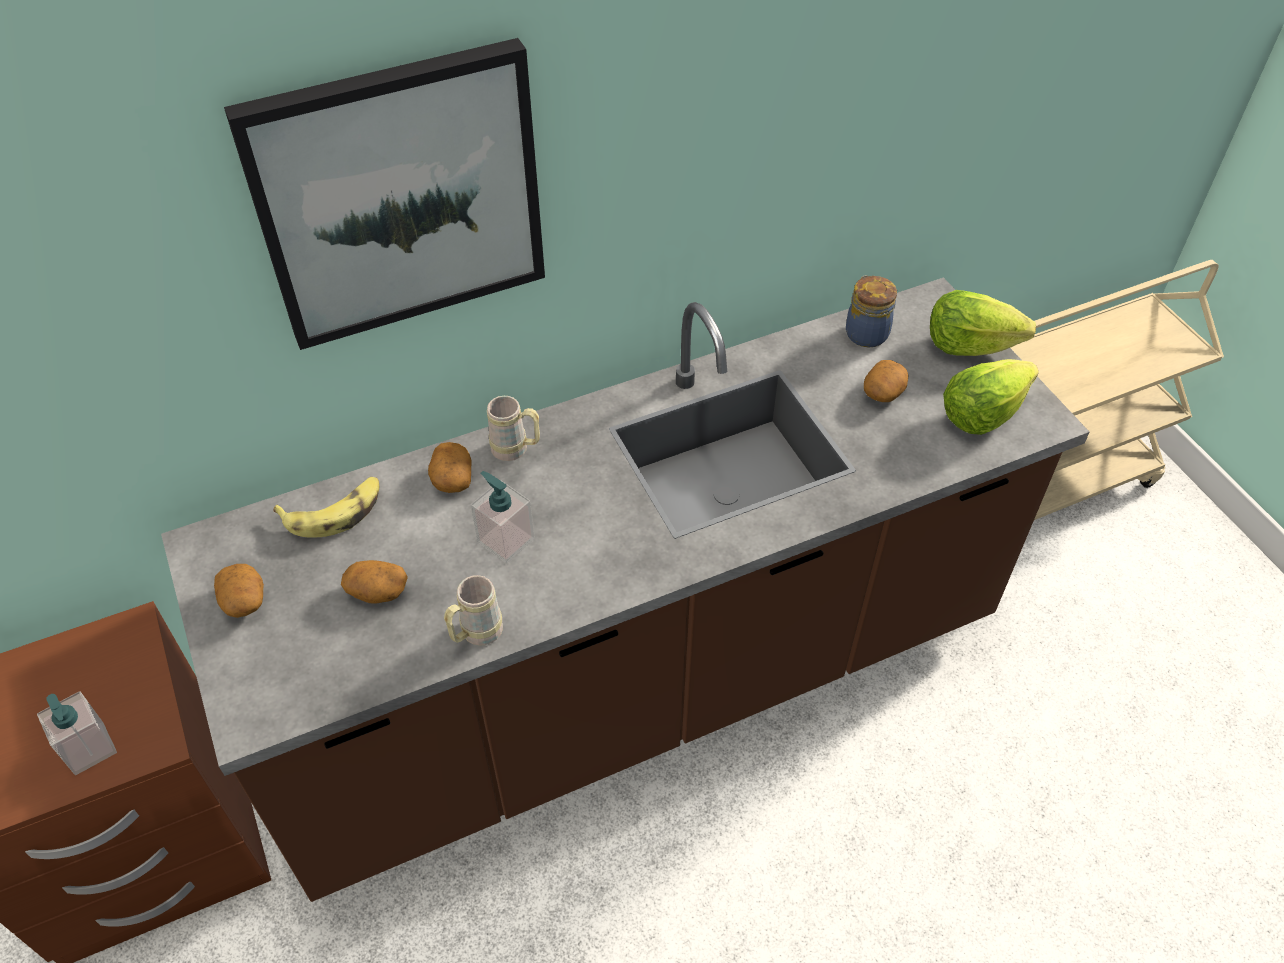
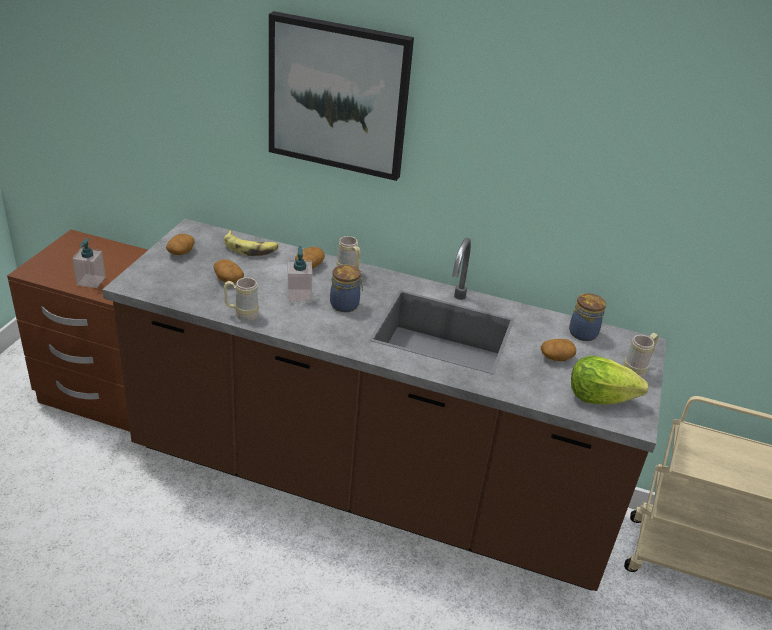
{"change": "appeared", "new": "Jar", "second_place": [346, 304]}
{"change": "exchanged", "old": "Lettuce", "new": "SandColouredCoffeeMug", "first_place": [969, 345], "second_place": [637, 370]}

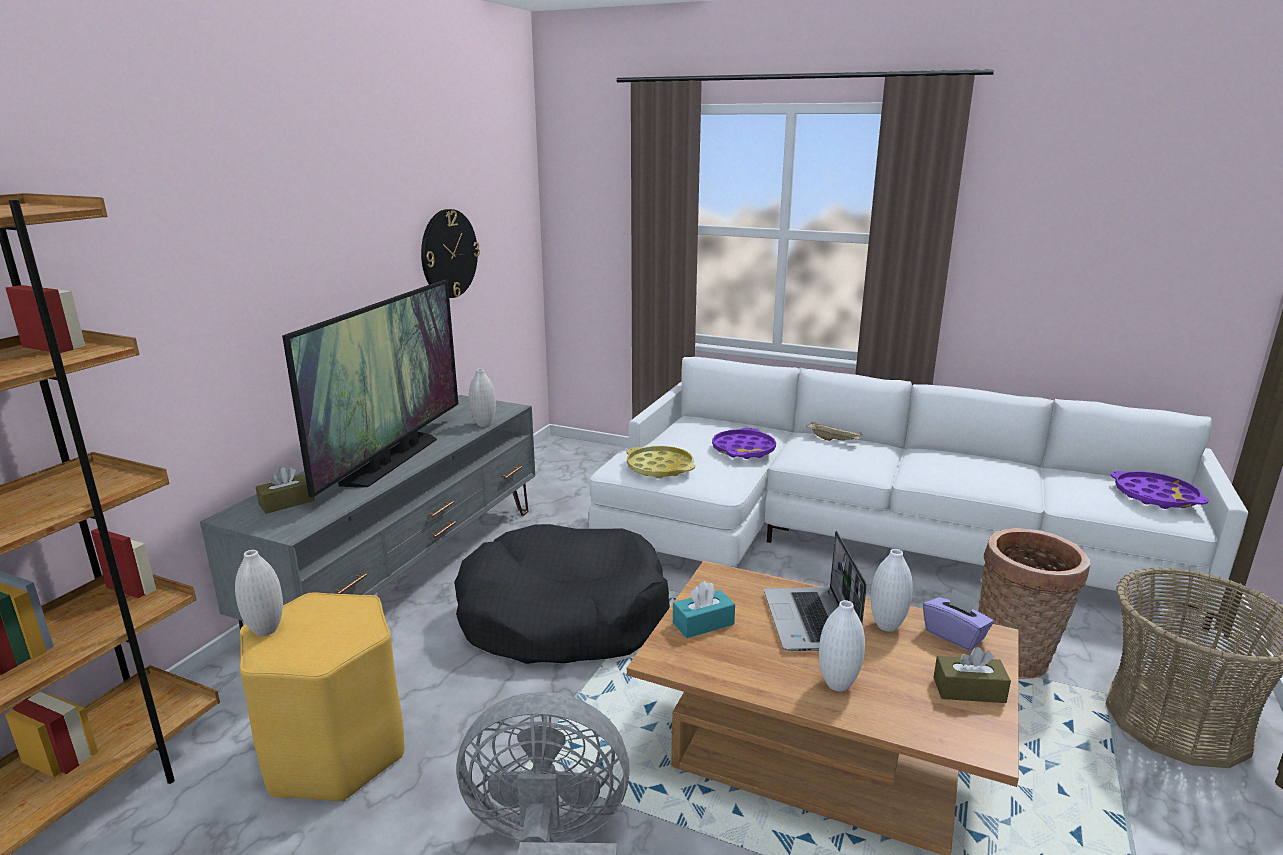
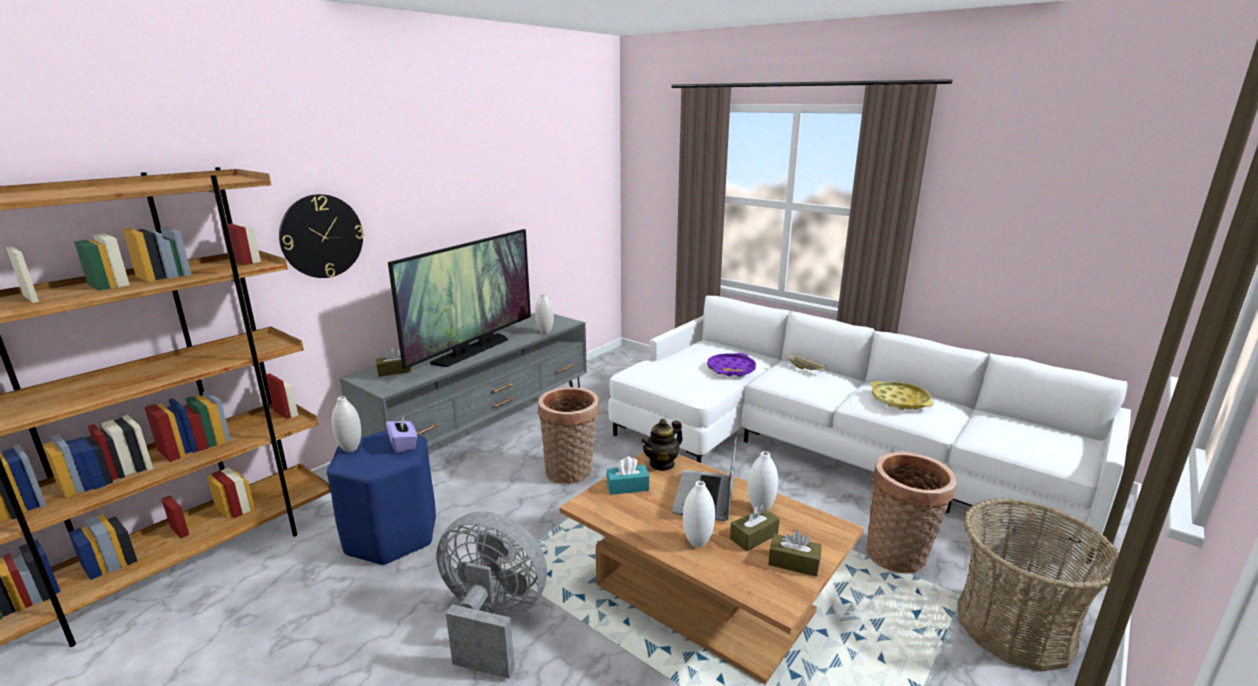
{"change": "relocated", "old": "HangingClock", "first_place": [449, 254], "second_place": [322, 236]}
{"change": "colour", "old": "YellowStool", "new": "BlueStool", "first_place": [335, 751], "second_place": [392, 535]}
{"change": "relocated", "old": "PurplishTissueBox", "first_place": [954, 635], "second_place": [403, 444]}
{"change": "exchanged", "old": "BlackishDogBed", "new": "HouseholdBasket", "first_place": [563, 616], "second_place": [571, 473]}
{"change": "appeared", "new": "Teapot", "second_place": [662, 464]}
{"change": "appeared", "new": "BrownTissueBox", "second_place": [754, 536]}
{"change": "relocated", "old": "YellowCarryingTray", "first_place": [660, 467], "second_place": [899, 400]}
{"change": "missing", "old": "PurplishCarryingTray", "first_place": [1155, 496]}

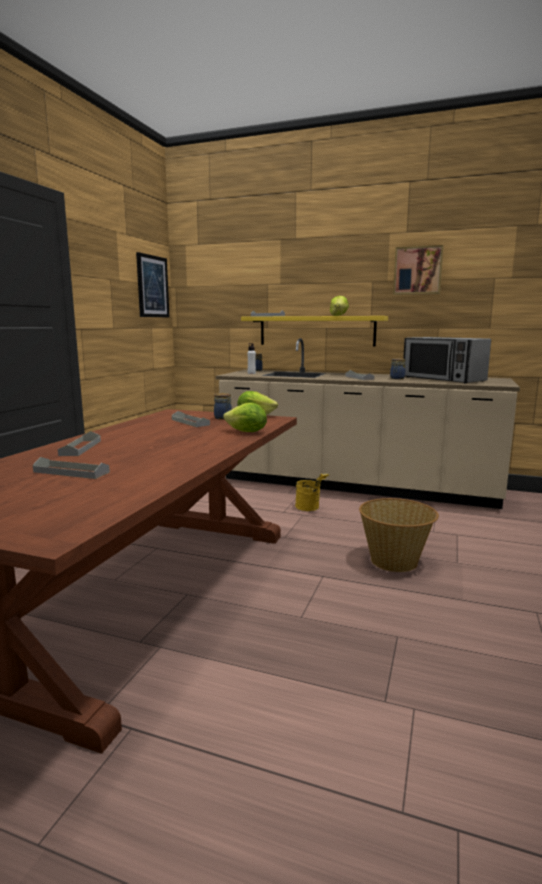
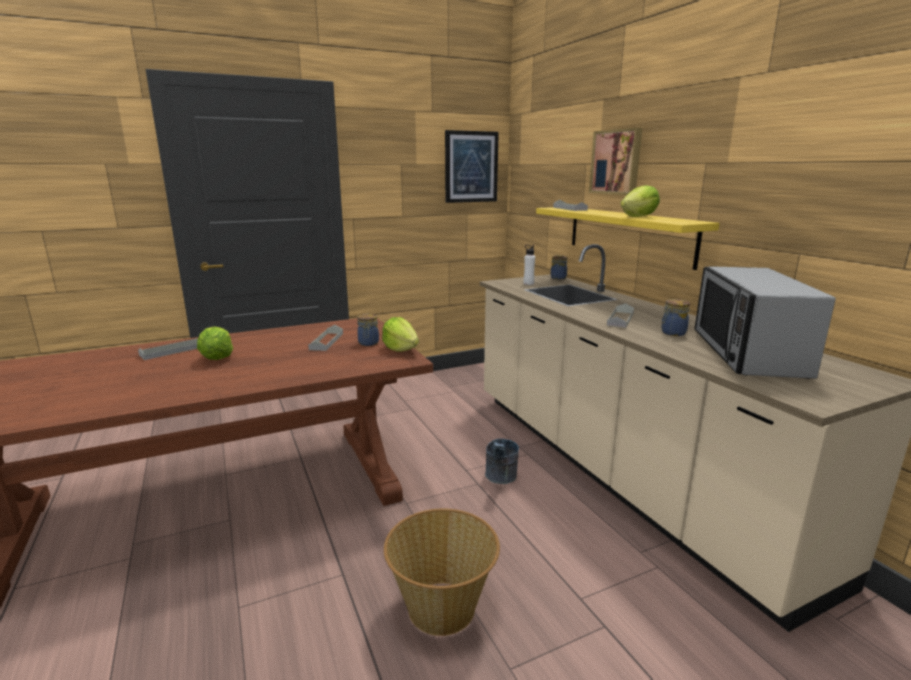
{"change": "relocated", "old": "Lettuce", "first_place": [246, 432], "second_place": [217, 358]}
{"change": "colour", "old": "YellowBucket", "new": "GreyishBucket", "first_place": [310, 508], "second_place": [500, 479]}
{"change": "relocated", "old": "Picture", "first_place": [417, 270], "second_place": [616, 162]}
{"change": "missing", "old": "GreyishCarryingTray", "first_place": [71, 472]}

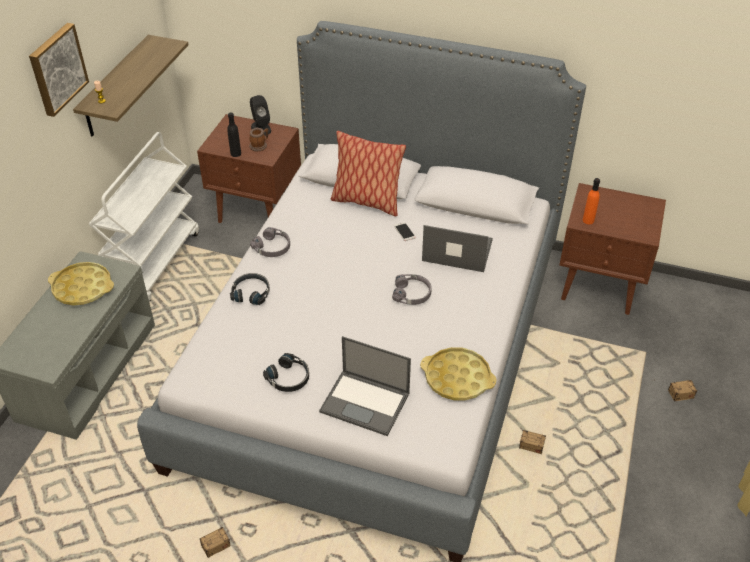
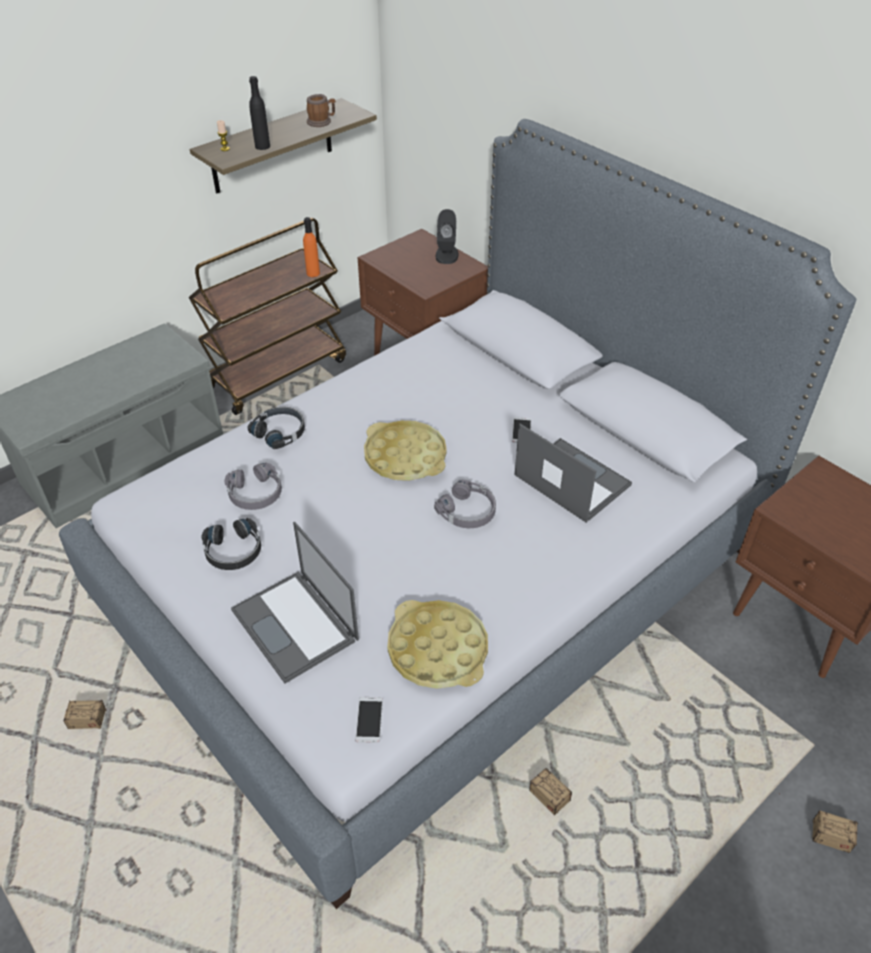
{"change": "colour", "old": "WhiteColouredWheeledCart", "new": "BrownWheeledCart", "first_place": [154, 261], "second_place": [277, 373]}
{"change": "relocated", "old": "GreyishHeadset", "first_place": [272, 247], "second_place": [255, 493]}
{"change": "relocated", "old": "BlackishBeverageBottle", "first_place": [235, 153], "second_place": [262, 146]}
{"change": "relocated", "old": "OrangeyBeverageBottle", "first_place": [588, 220], "second_place": [313, 273]}
{"change": "relocated", "old": "CoffeeMug", "first_place": [260, 145], "second_place": [322, 122]}
{"change": "appeared", "new": "Telephone", "second_place": [369, 719]}
{"change": "relocated", "old": "YellowCarryingTray", "first_place": [82, 288], "second_place": [405, 457]}
{"change": "missing", "old": "Picture", "first_place": [57, 69]}
{"change": "missing", "old": "Pillow", "first_place": [366, 202]}

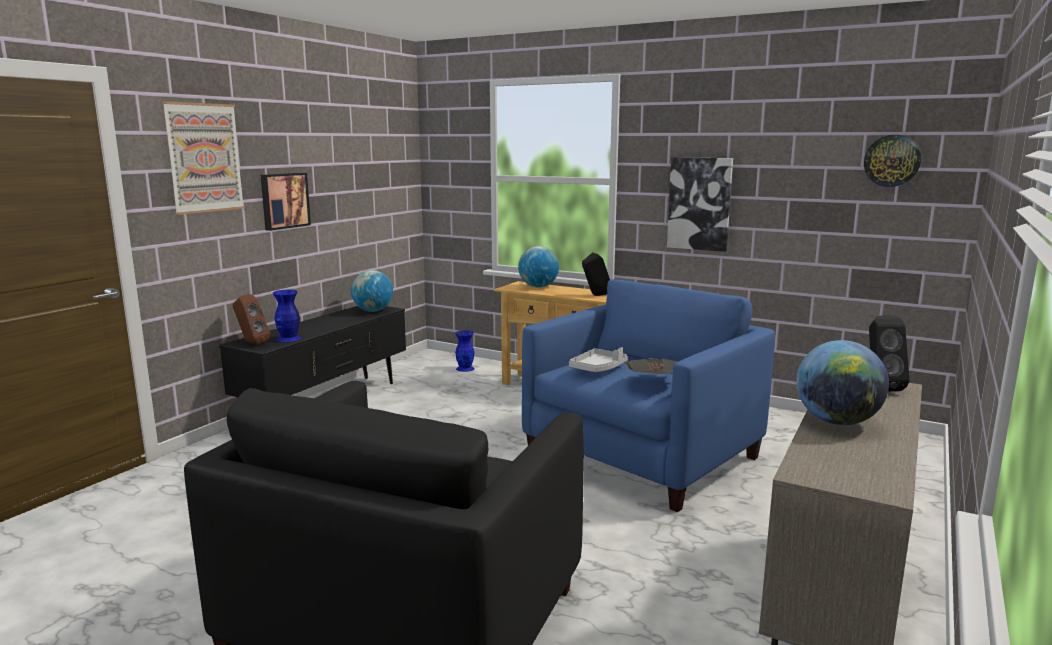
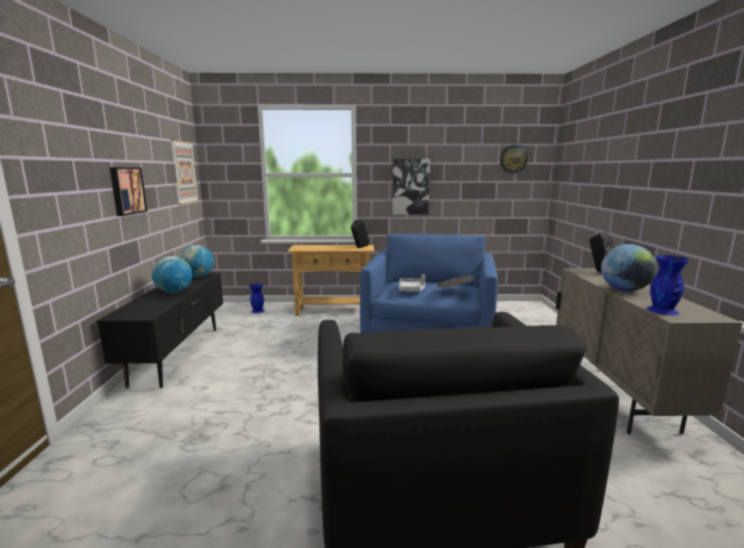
{"change": "relocated", "old": "DeskGlobe", "first_place": [538, 287], "second_place": [174, 292]}
{"change": "relocated", "old": "Picture", "first_place": [204, 158], "second_place": [184, 172]}
{"change": "relocated", "old": "BlueVase", "first_place": [288, 338], "second_place": [663, 310]}
{"change": "missing", "old": "BrownSpeaker", "first_place": [251, 343]}

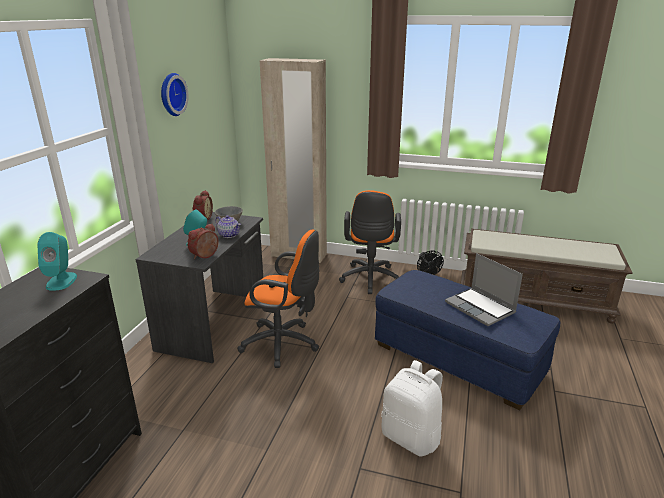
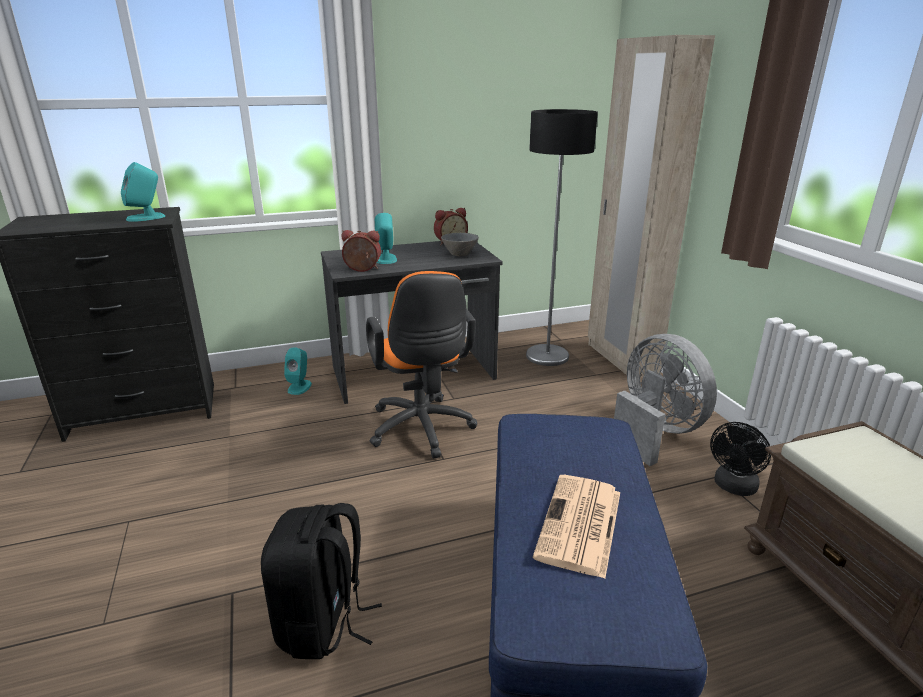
{"change": "colour", "old": "WhiteColouredBackpack", "new": "BlackishBackpack", "first_place": [412, 437], "second_place": [323, 623]}
{"change": "appeared", "new": "TurquoiseColouredSpeaker", "second_place": [299, 387]}
{"change": "appeared", "new": "StandingLamp", "second_place": [547, 356]}
{"change": "exchanged", "old": "Laptop", "new": "DailyPaper", "first_place": [481, 308], "second_place": [580, 525]}
{"change": "exchanged", "old": "OrangeyComputerChair", "new": "GreyishElectricFan", "first_place": [370, 280], "second_place": [655, 432]}
{"change": "missing", "old": "HangingClock", "first_place": [171, 94]}
{"change": "missing", "old": "Teapot", "first_place": [229, 235]}

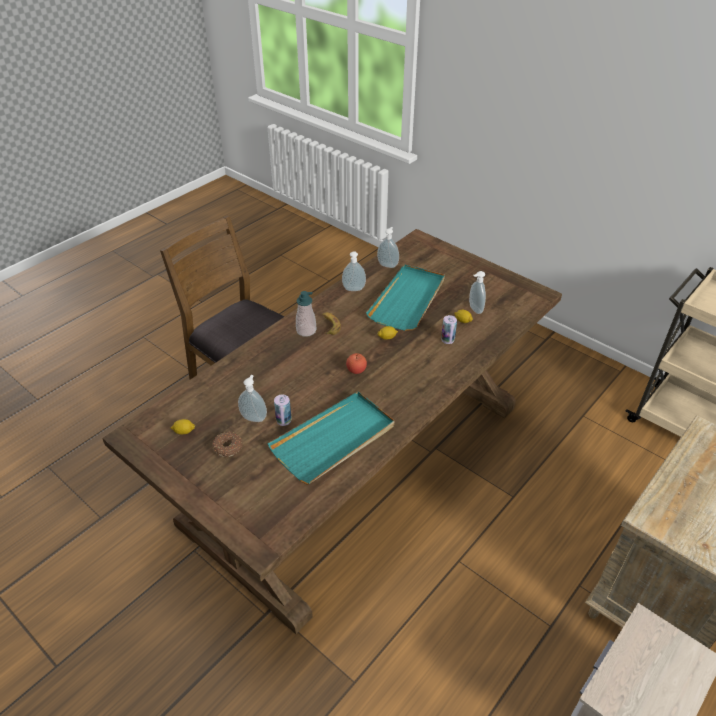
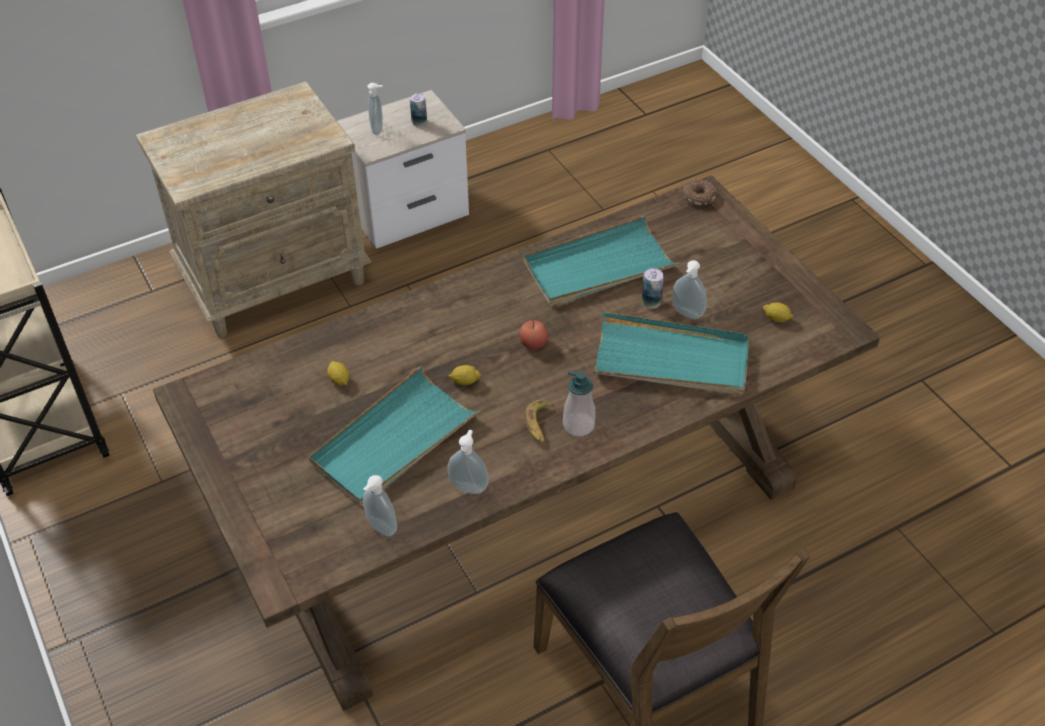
{"change": "relocated", "old": "SoapBottle", "first_place": [474, 309], "second_place": [378, 129]}
{"change": "relocated", "old": "Can", "first_place": [447, 339], "second_place": [419, 122]}
{"change": "appeared", "new": "TurquoiseColouredCarryingTray", "second_place": [672, 360]}
{"change": "relocated", "old": "Doughnut", "first_place": [228, 448], "second_place": [698, 196]}

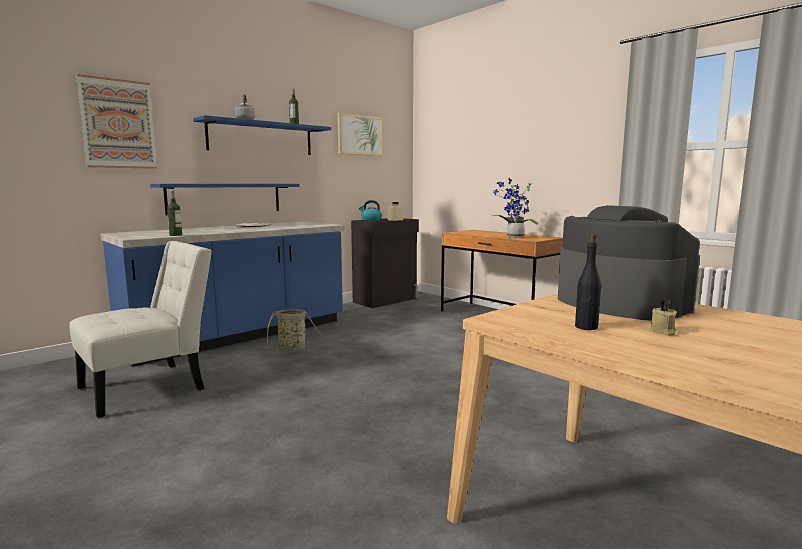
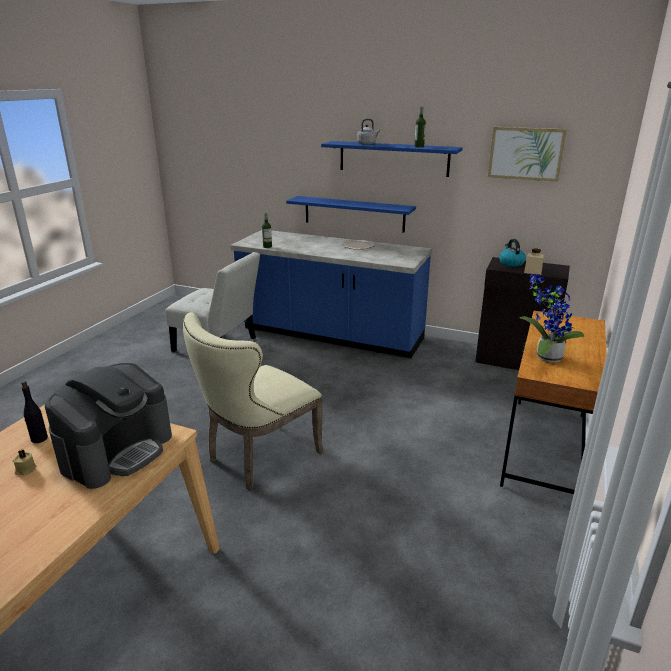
{"change": "appeared", "new": "SandColouredUprightChair", "second_place": [258, 457]}
{"change": "missing", "old": "Picture", "first_place": [118, 124]}
{"change": "missing", "old": "HouseholdBasket", "first_place": [294, 350]}

